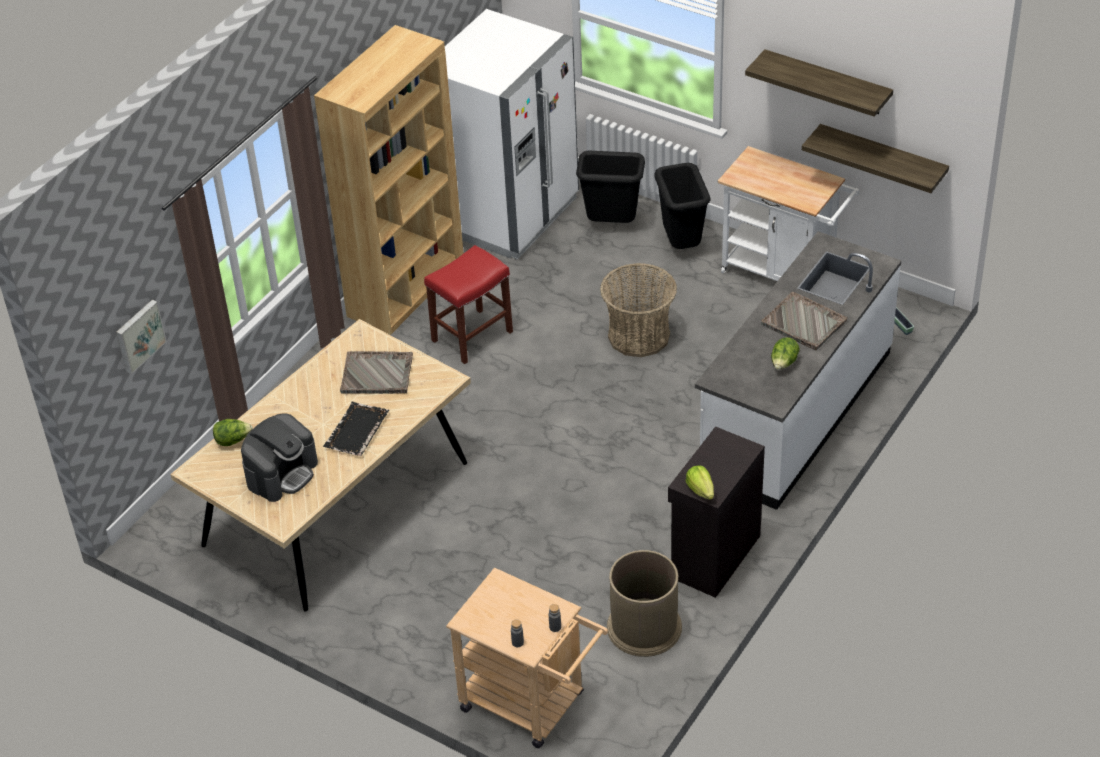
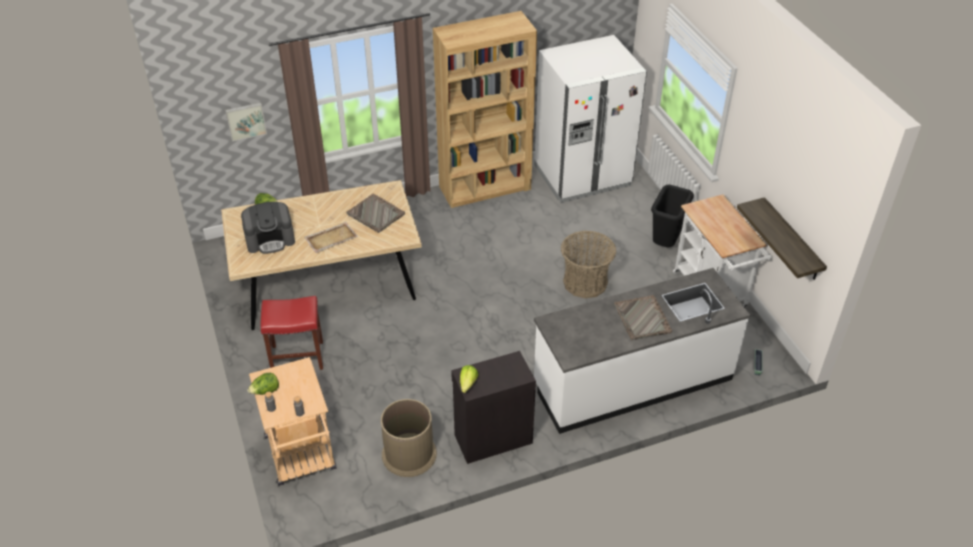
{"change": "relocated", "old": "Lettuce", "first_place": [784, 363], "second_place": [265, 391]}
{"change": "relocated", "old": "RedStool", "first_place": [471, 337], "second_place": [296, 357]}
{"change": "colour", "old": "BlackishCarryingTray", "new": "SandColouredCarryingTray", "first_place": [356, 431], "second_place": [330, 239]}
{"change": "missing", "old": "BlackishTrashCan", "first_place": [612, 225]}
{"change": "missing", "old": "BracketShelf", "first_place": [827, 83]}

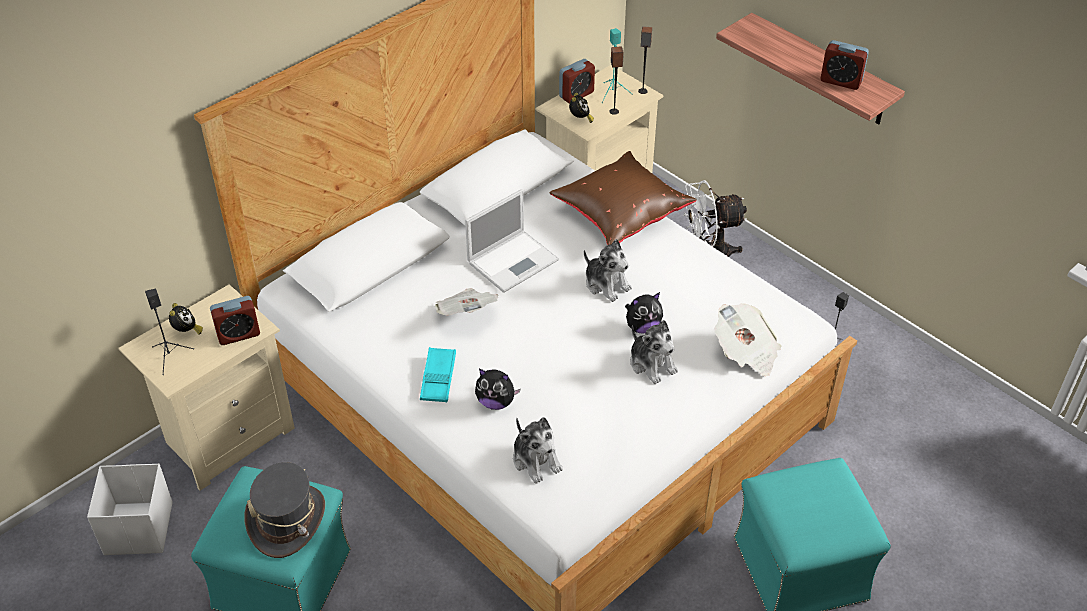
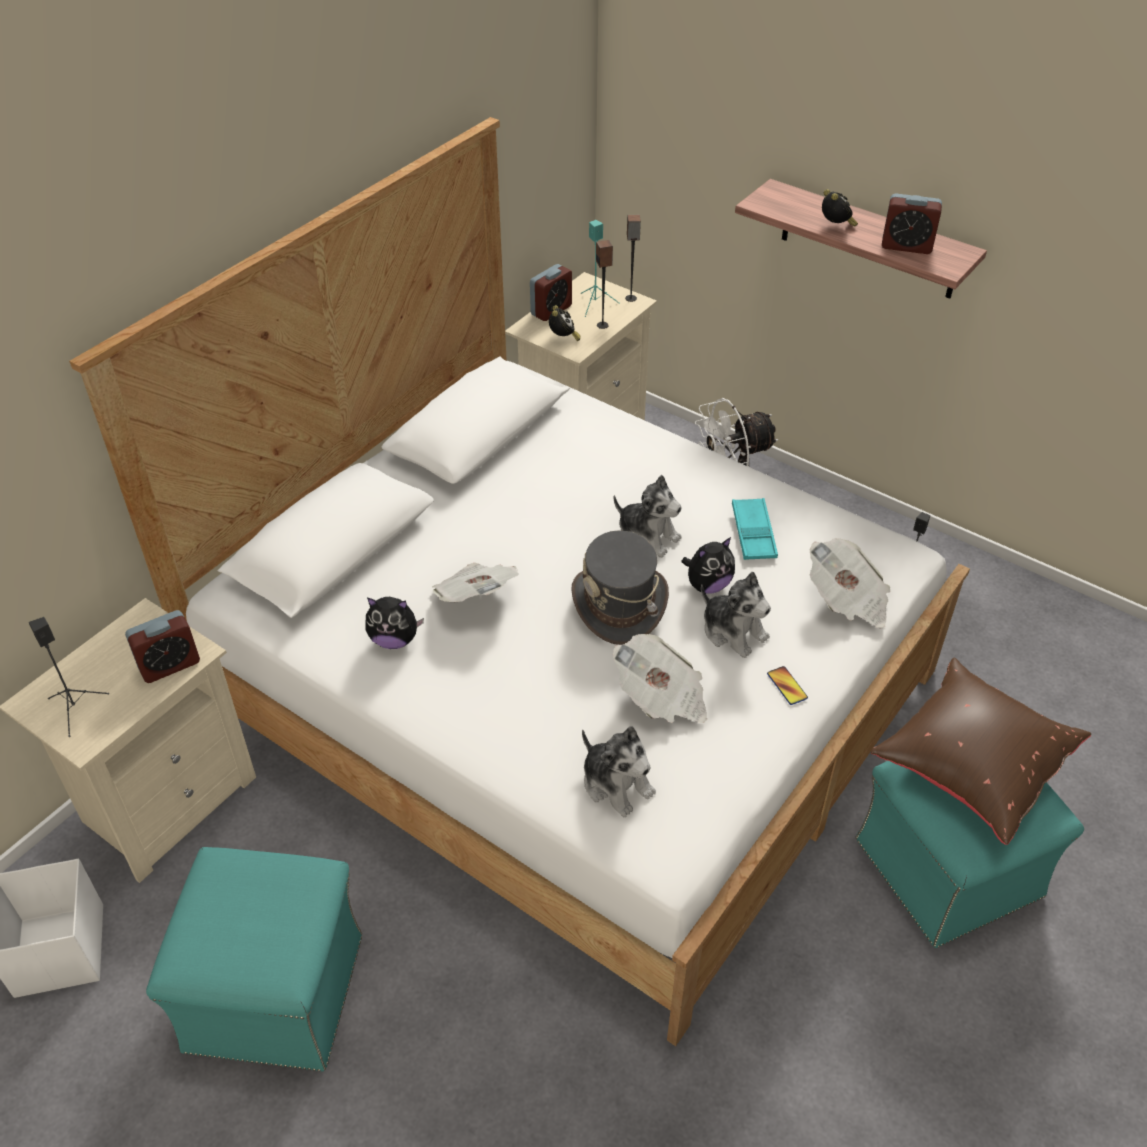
{"change": "relocated", "old": "PlushToy", "first_place": [496, 402], "second_place": [394, 640]}
{"change": "relocated", "old": "GreyishHat", "first_place": [287, 520], "second_place": [619, 604]}
{"change": "appeared", "new": "DailyPaper", "second_place": [661, 698]}
{"change": "relocated", "old": "TurquoiseColouredCarryingTray", "first_place": [438, 378], "second_place": [753, 533]}
{"change": "appeared", "new": "Telephone", "second_place": [787, 686]}
{"change": "relocated", "old": "AlarmClock", "first_place": [187, 331], "second_place": [836, 226]}
{"change": "relocated", "old": "BrownPillow", "first_place": [620, 214], "second_place": [971, 765]}
{"change": "missing", "old": "Laptop", "first_place": [514, 260]}

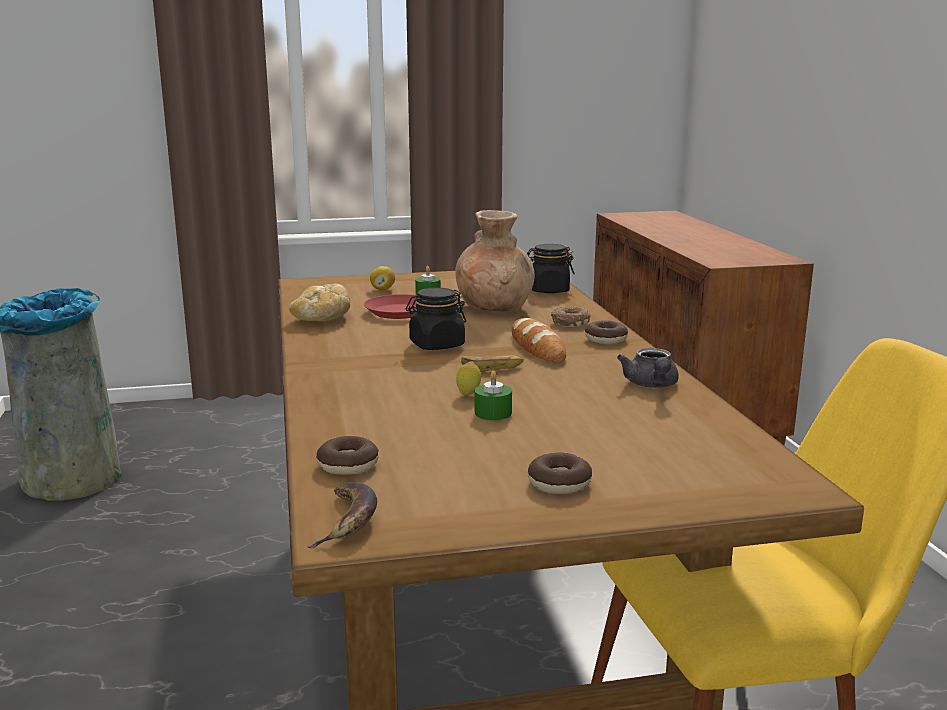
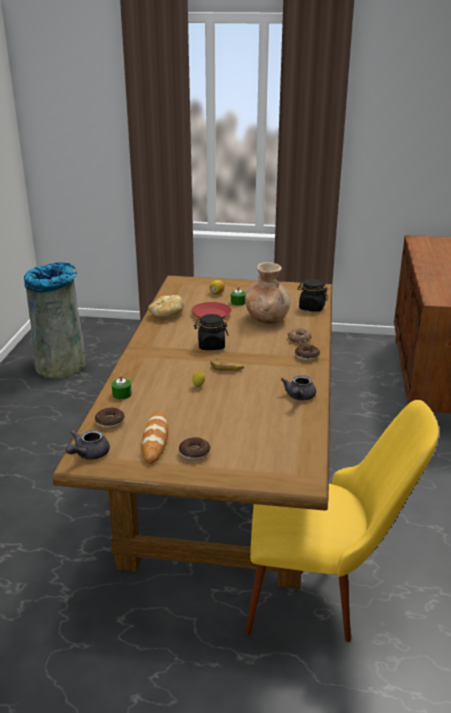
{"change": "exchanged", "old": "WholeBanana", "new": "GreyishTeapot", "first_place": [348, 521], "second_place": [88, 454]}
{"change": "relocated", "old": "GreenCandle", "first_place": [493, 413], "second_place": [122, 394]}
{"change": "relocated", "old": "Bread", "first_place": [537, 347], "second_place": [155, 440]}

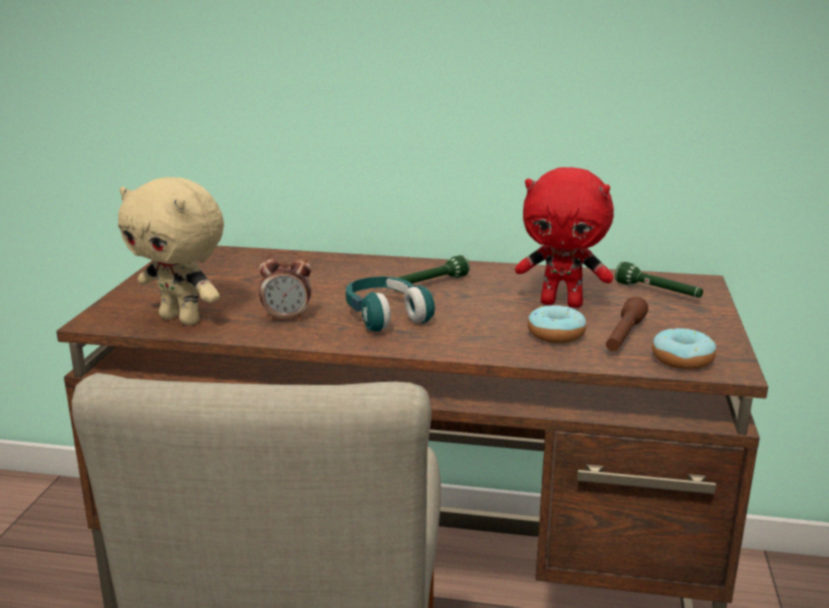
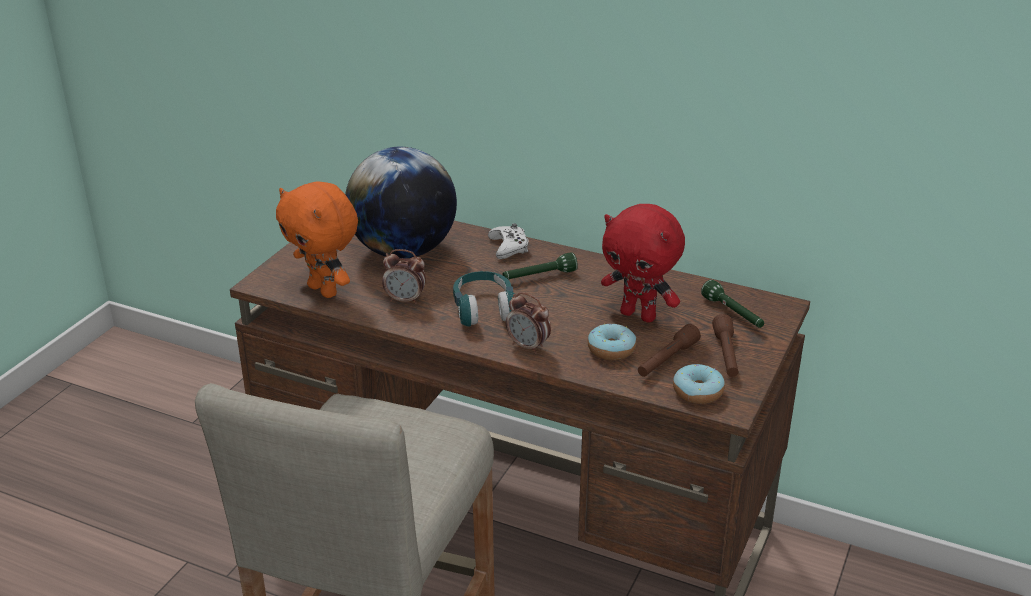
{"change": "colour", "old": "SandColouredPlushToy", "new": "OrangeyPlushToy", "first_place": [182, 319], "second_place": [325, 290]}
{"change": "appeared", "new": "DeskGlobe", "second_place": [403, 251]}
{"change": "appeared", "new": "WhiteColouredJoypad", "second_place": [509, 247]}
{"change": "appeared", "new": "AlarmClock", "second_place": [528, 346]}
{"change": "appeared", "new": "BrownHandTorch", "second_place": [726, 355]}

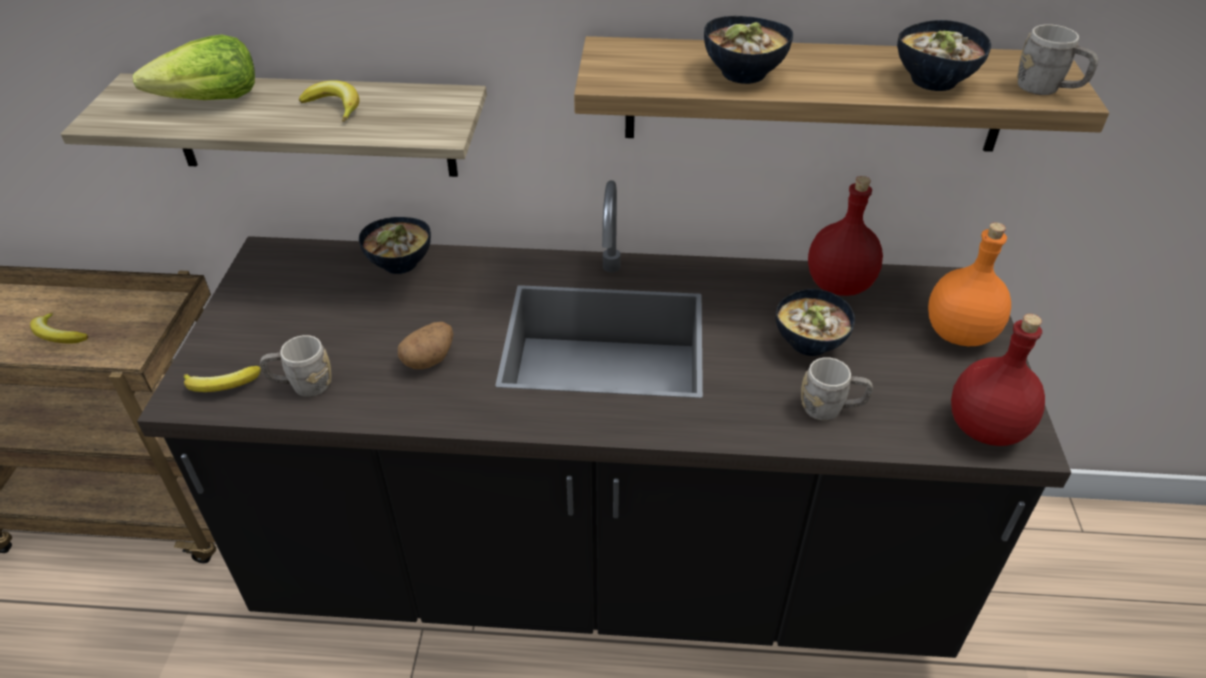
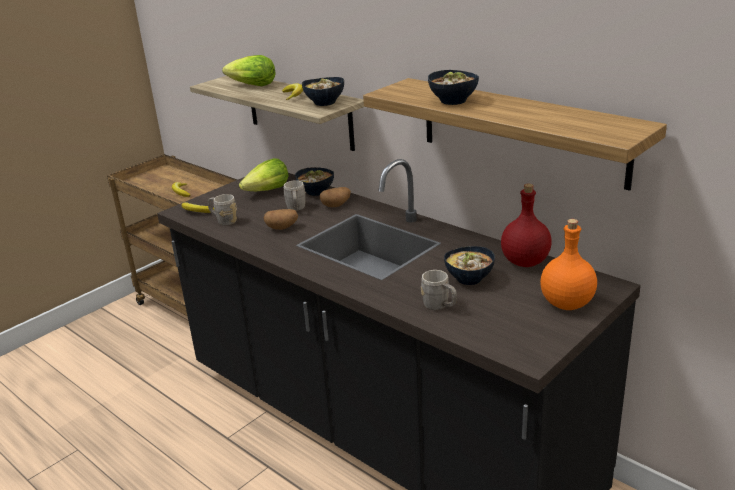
{"change": "appeared", "new": "Lettuce", "second_place": [267, 191]}
{"change": "relocated", "old": "GreyishCoffeeMug", "first_place": [1047, 90], "second_place": [296, 209]}
{"change": "relocated", "old": "DeepDish", "first_place": [935, 81], "second_place": [325, 103]}
{"change": "appeared", "new": "WholePotato", "second_place": [336, 205]}
{"change": "missing", "old": "RedBeverageBottle", "first_place": [987, 429]}

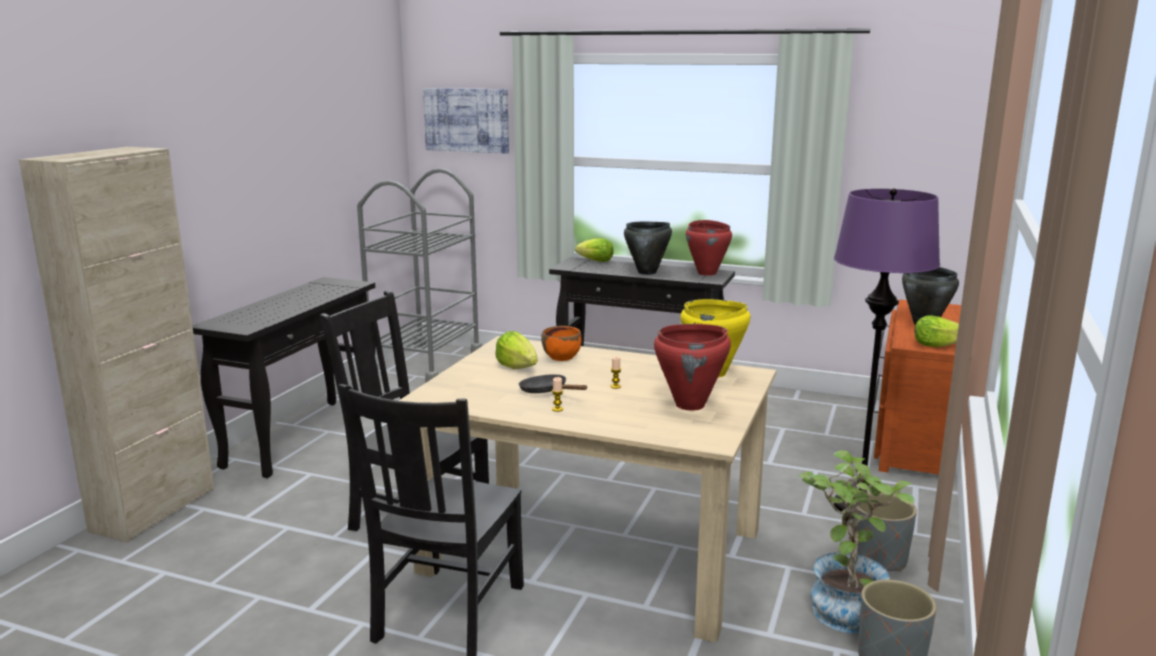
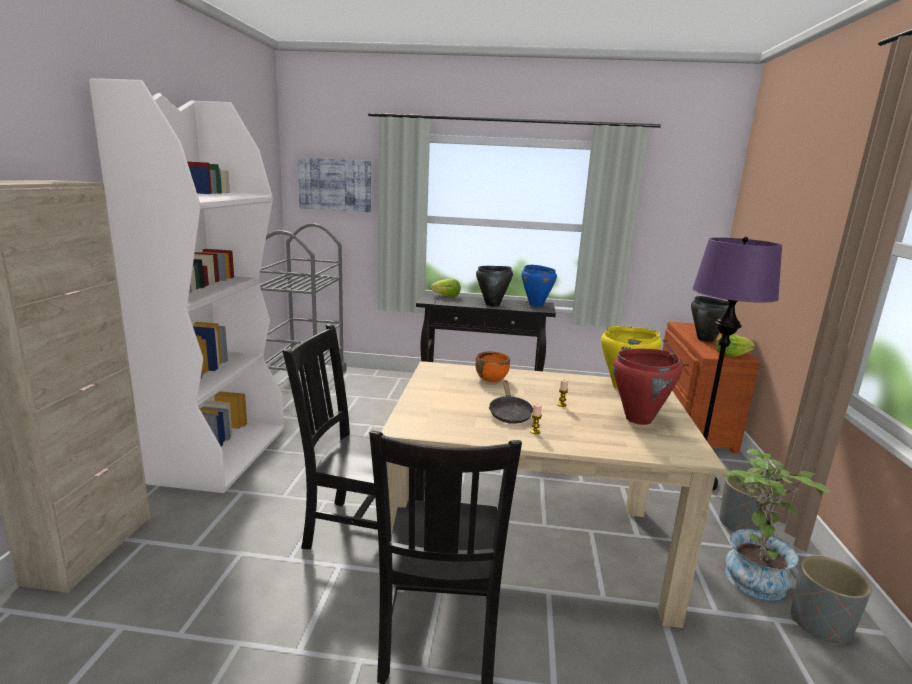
{"change": "exchanged", "old": "BlackishNarrowTable", "new": "WhiteColouredBookshelf", "first_place": [303, 436], "second_place": [221, 454]}
{"change": "spun", "old": "BlackishFryingPan", "first_place": [547, 392], "second_place": [509, 414], "degrees": -120}
{"change": "colour", "old": "RedCookingPot", "new": "BlueCookingPot", "first_place": [707, 273], "second_place": [536, 304]}
{"change": "missing", "old": "Lettuce", "first_place": [517, 367]}

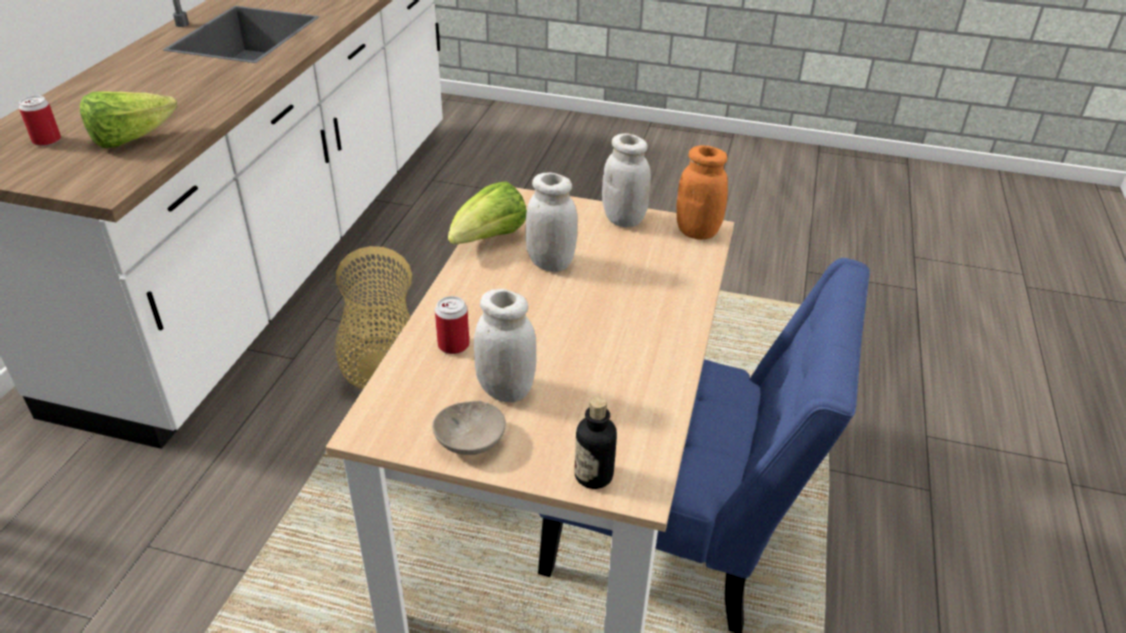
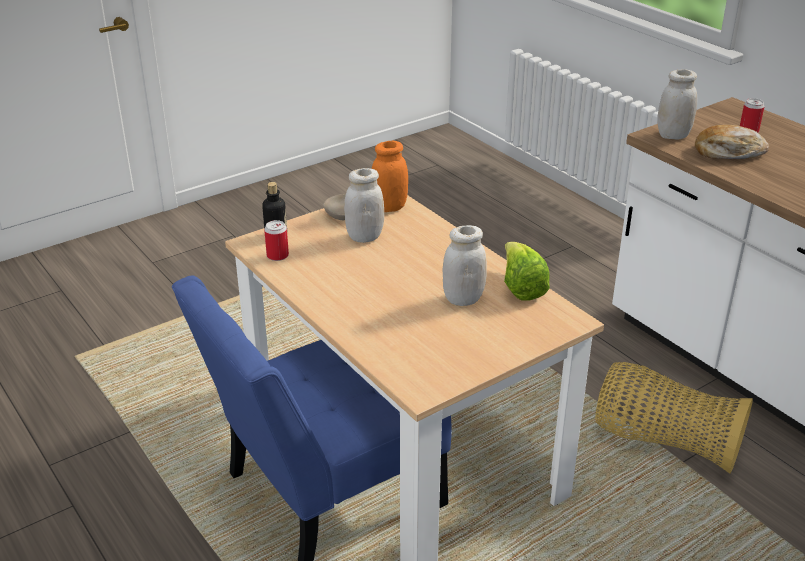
{"change": "relocated", "old": "Can", "first_place": [453, 345], "second_place": [277, 256]}
{"change": "relocated", "old": "OrangeyJar", "first_place": [697, 232], "second_place": [389, 207]}
{"change": "relocated", "old": "WhiteColouredJar", "first_place": [623, 219], "second_place": [673, 135]}
{"change": "exchanged", "old": "Lettuce", "new": "Bread", "first_place": [130, 139], "second_place": [728, 152]}

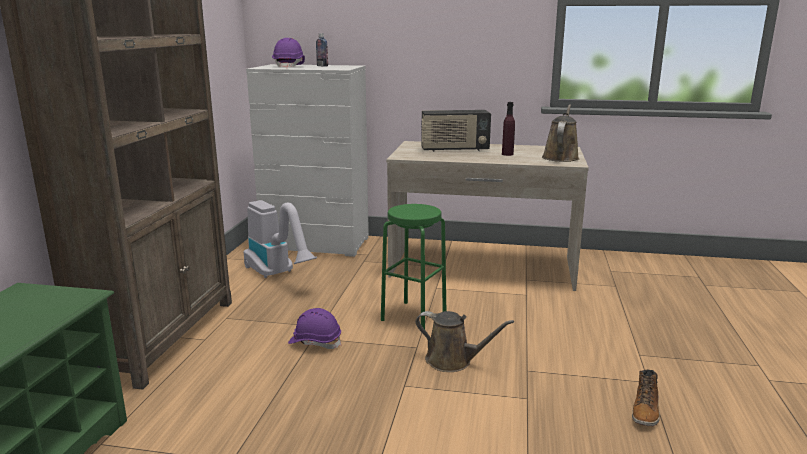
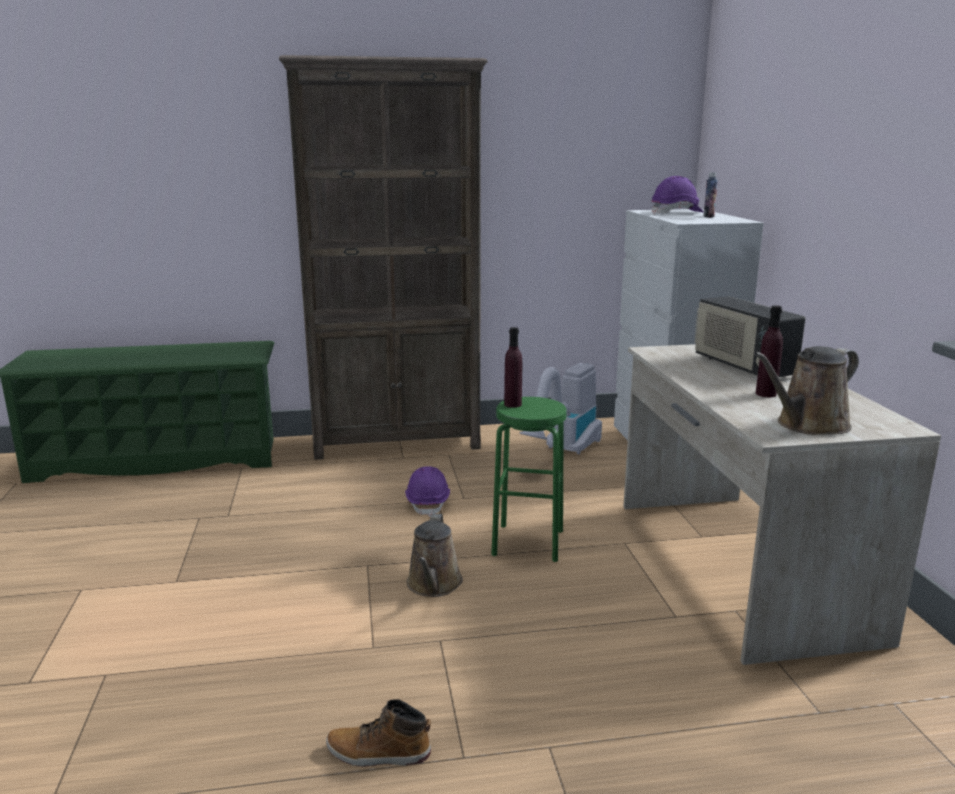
{"change": "appeared", "new": "PurplishBeverageBottle", "second_place": [512, 404]}
{"change": "spun", "old": "BrownWateringCan", "first_place": [560, 157], "second_place": [808, 425], "degrees": 150}

